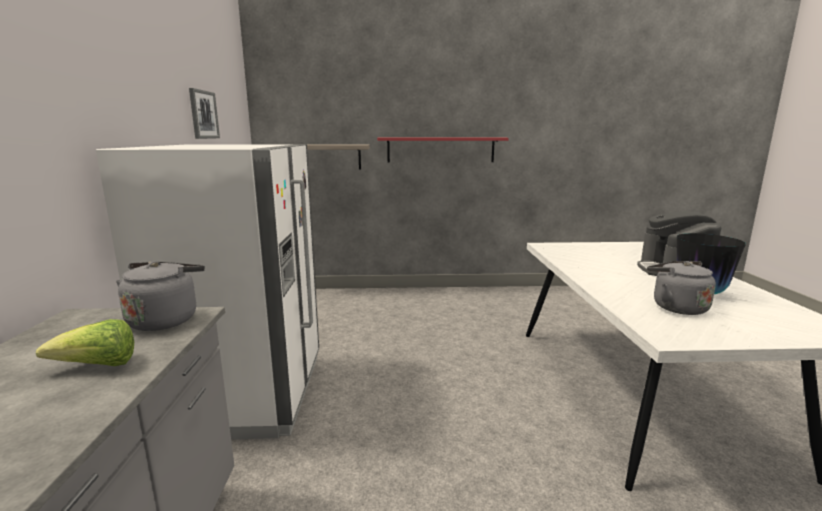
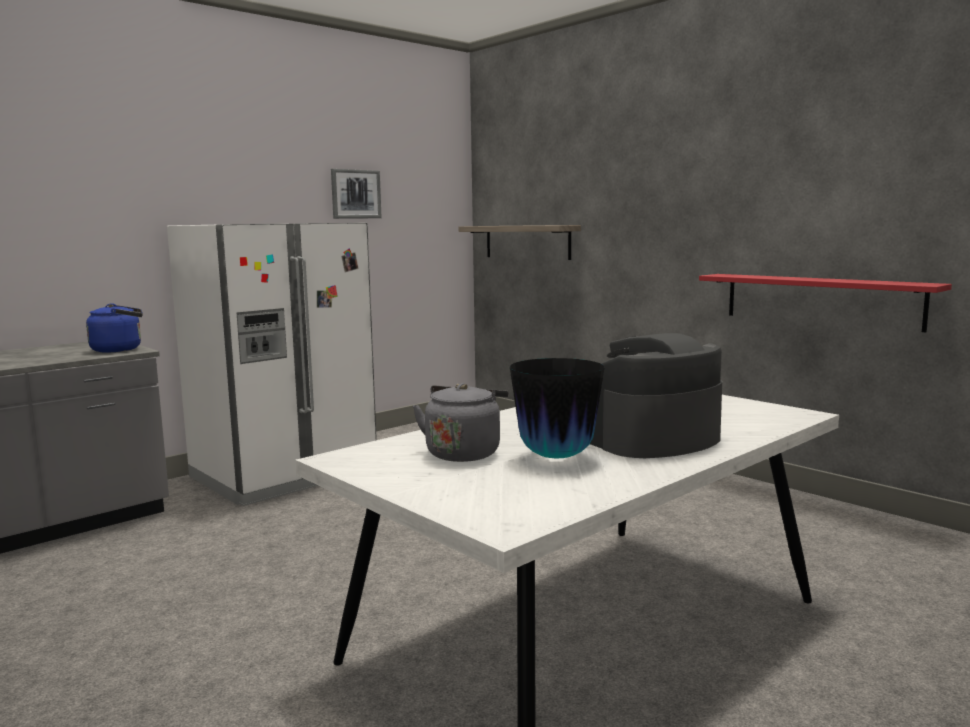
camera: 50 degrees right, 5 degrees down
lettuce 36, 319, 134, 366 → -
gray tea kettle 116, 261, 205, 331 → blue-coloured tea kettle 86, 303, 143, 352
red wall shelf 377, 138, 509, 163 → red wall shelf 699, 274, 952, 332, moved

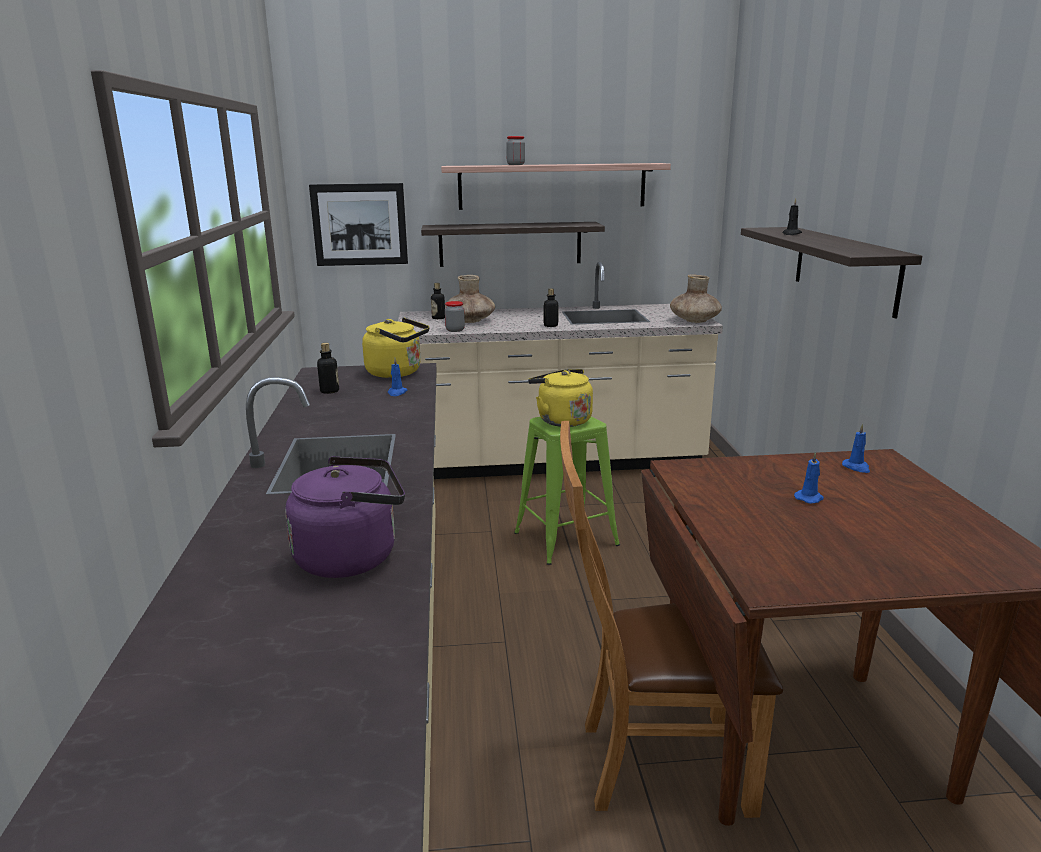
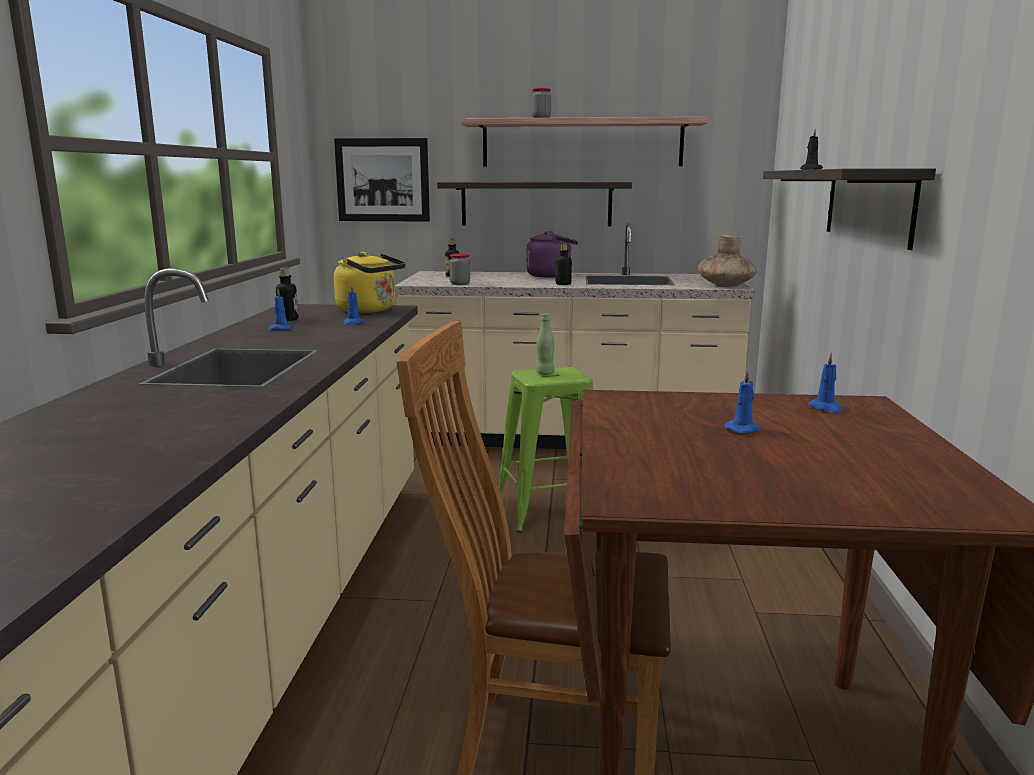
camera: 10 degrees right, 5 degrees down
purple-coloured tea kettle 285, 456, 405, 578 → purple-coloured tea kettle 526, 231, 578, 278, moved
brown-coloured flower vase 445, 275, 495, 323 → -
yellowish tea kettle 528, 369, 593, 427 → green beverage bottle 536, 313, 555, 374
- → blue-coloured candle 268, 289, 294, 330

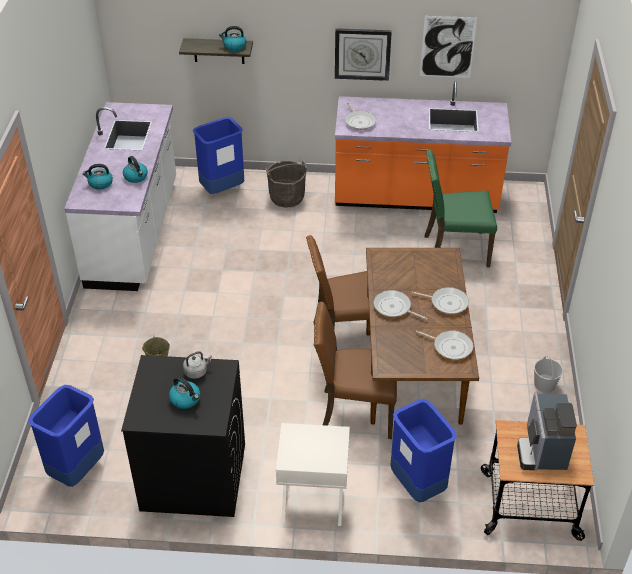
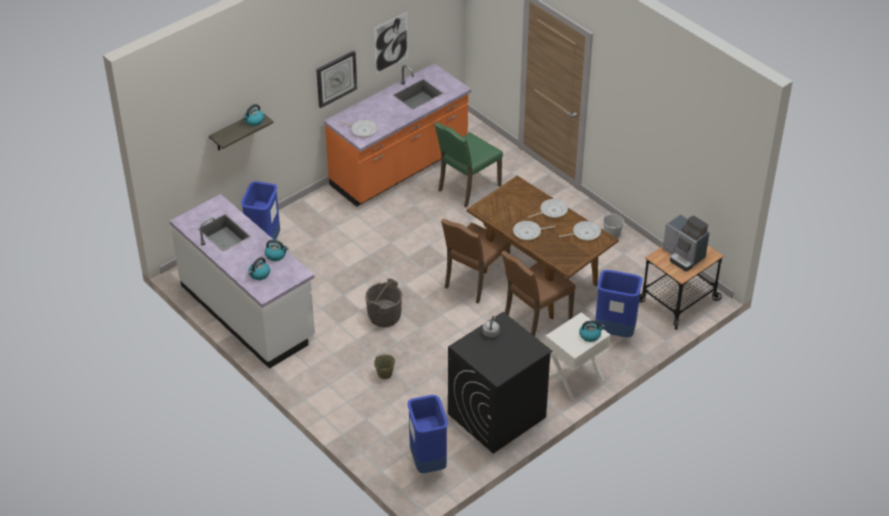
camera: 45 degrees left, 0 degrees up
tea kettle 169, 377, 200, 409 → tea kettle 579, 320, 605, 342, moved
gray water bucket 265, 160, 307, 208 → gray water bucket 365, 278, 402, 327, moved

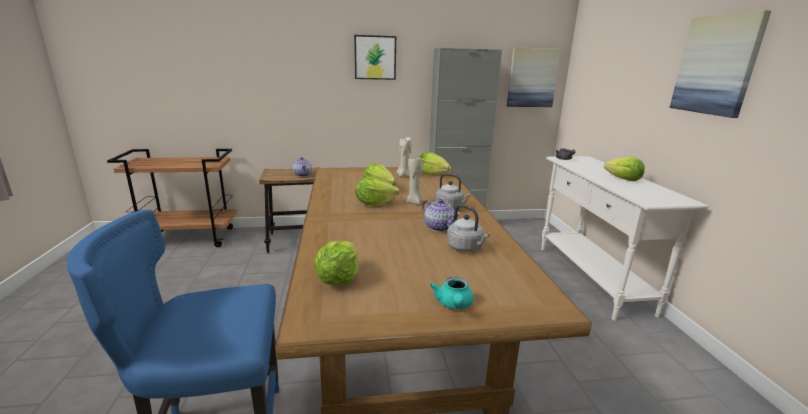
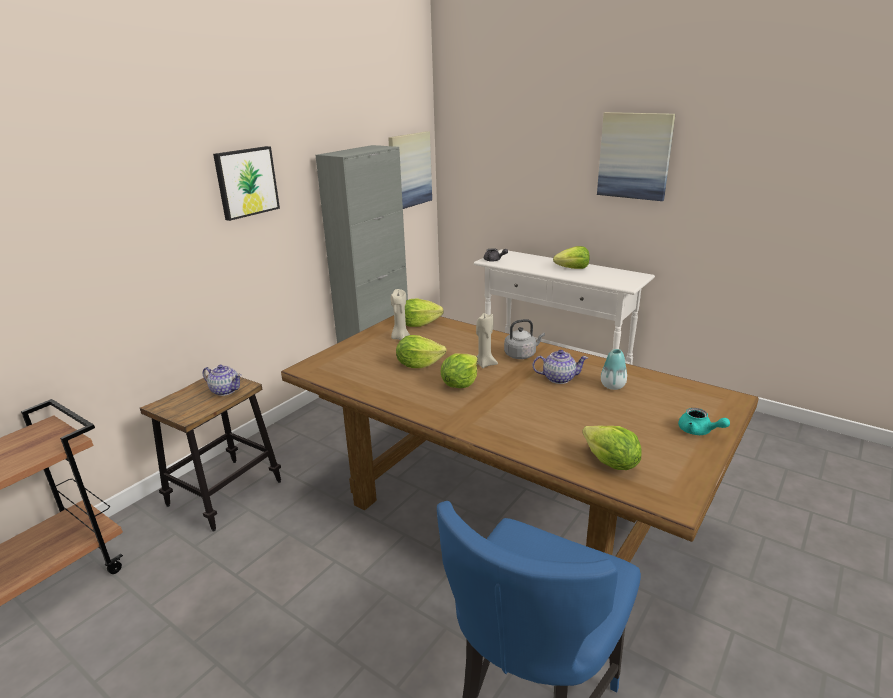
camera: 45 degrees left, 5 degrees up
gray tea kettle 447, 204, 490, 252 → flower vase 601, 349, 627, 390

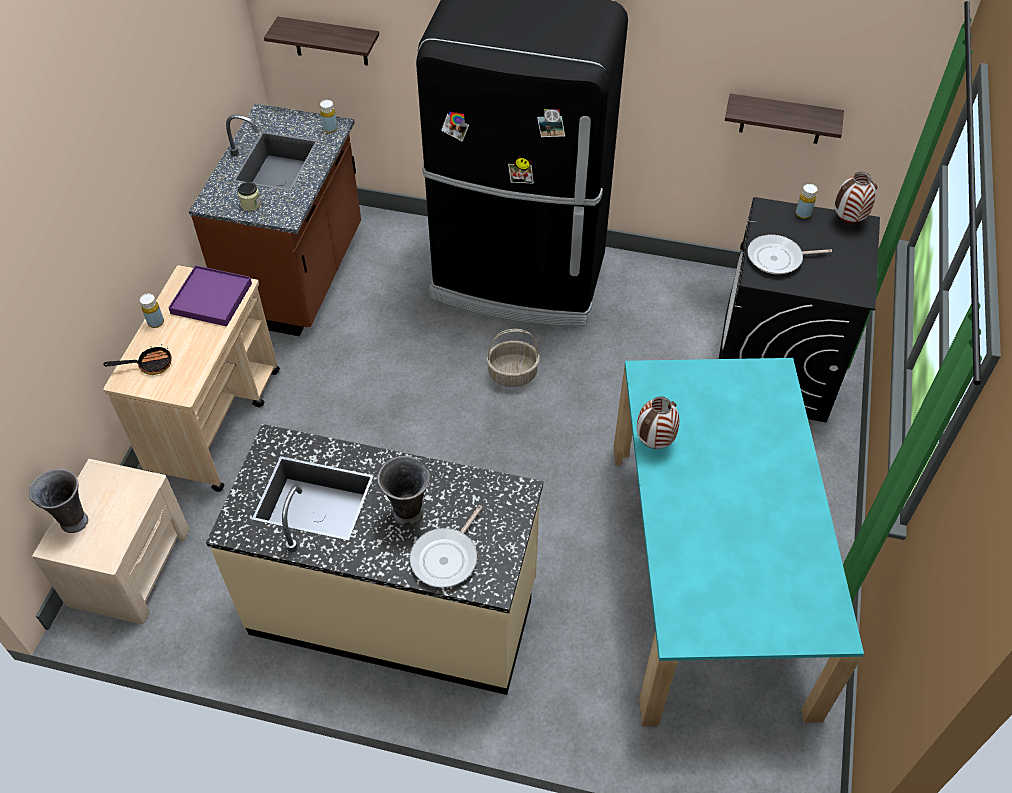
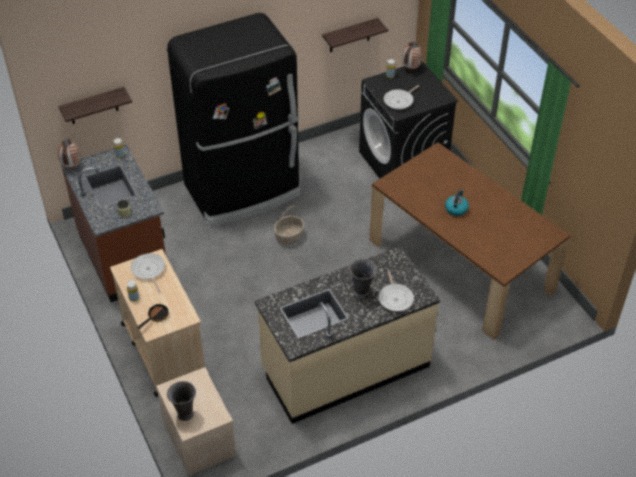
camera: 40 degrees left, 5 degrees down
purple-coloured tray 168, 265, 252, 326 → pan 131, 253, 165, 292
turquoise dinner table 614, 358, 864, 726 → brown-coloured dinner table 369, 142, 570, 340
flower vase 637, 397, 679, 449 → flower vase 58, 139, 81, 169, moved
- → tea kettle 445, 190, 469, 216

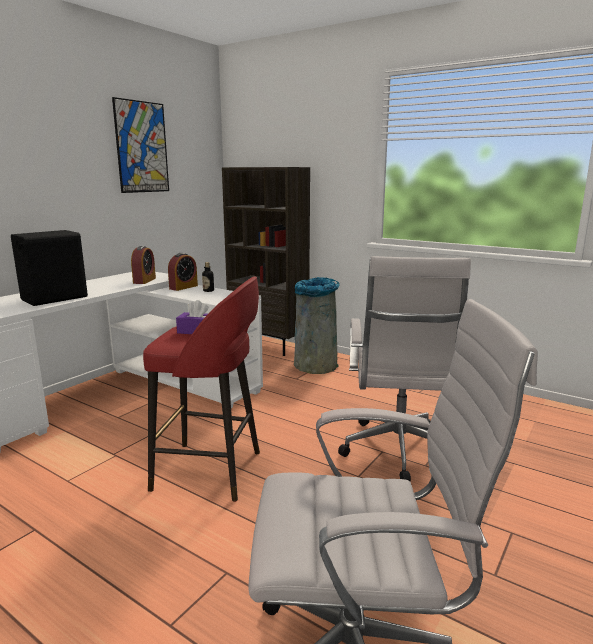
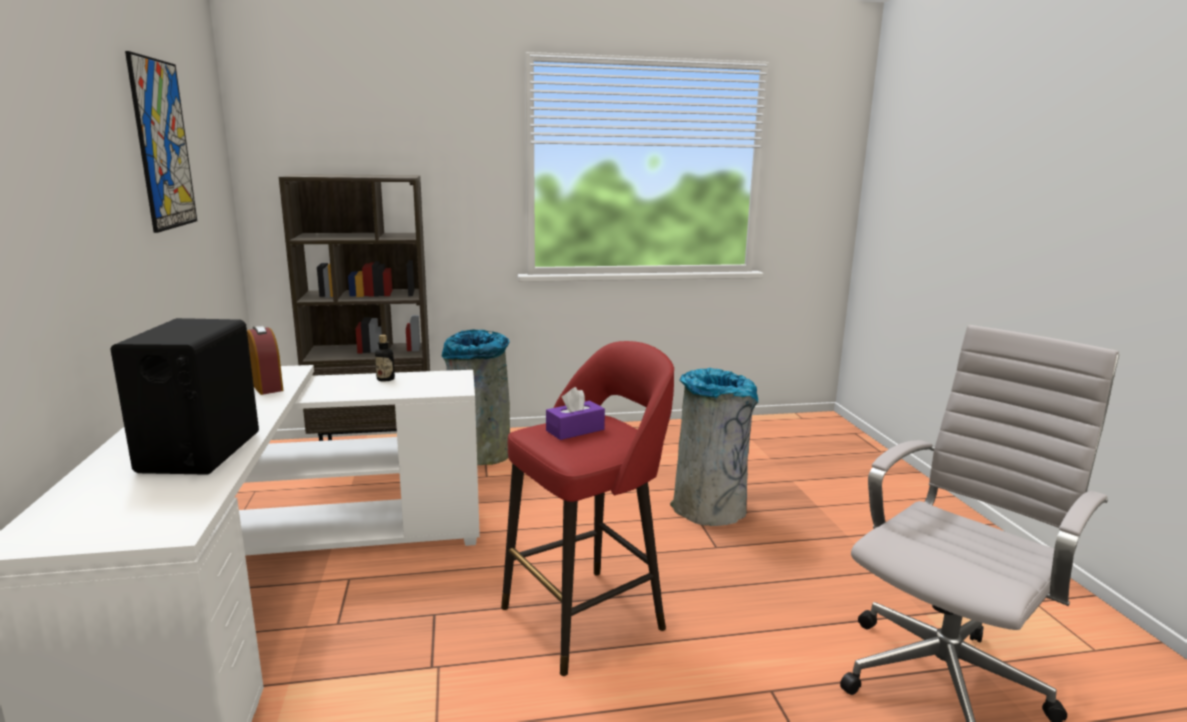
camera: 45 degrees left, 0 degrees up
bedside clock 168, 253, 198, 291 → -
white desk chair 338, 256, 471, 482 → gray rubbish bin 670, 368, 758, 526

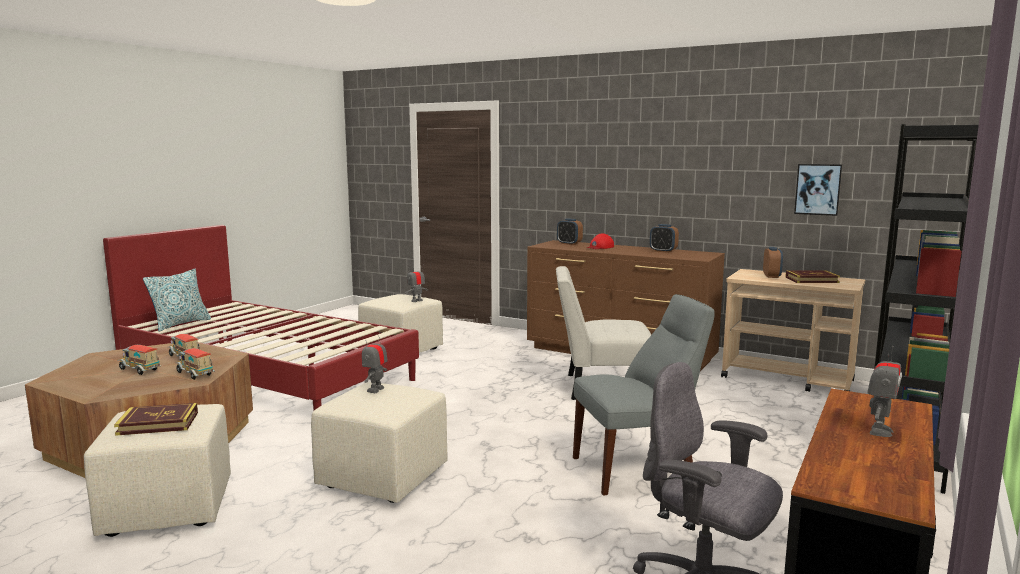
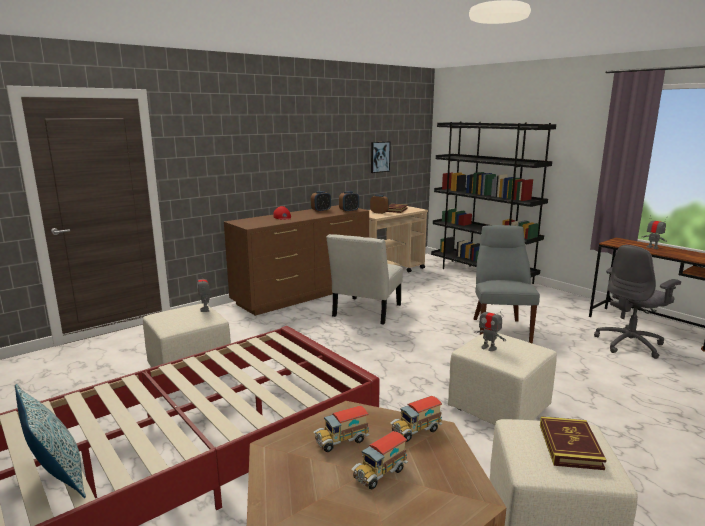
camera: 70 degrees left, 5 degrees up
bedside clock 557, 218, 583, 245 → bedside clock 339, 191, 359, 212, moved

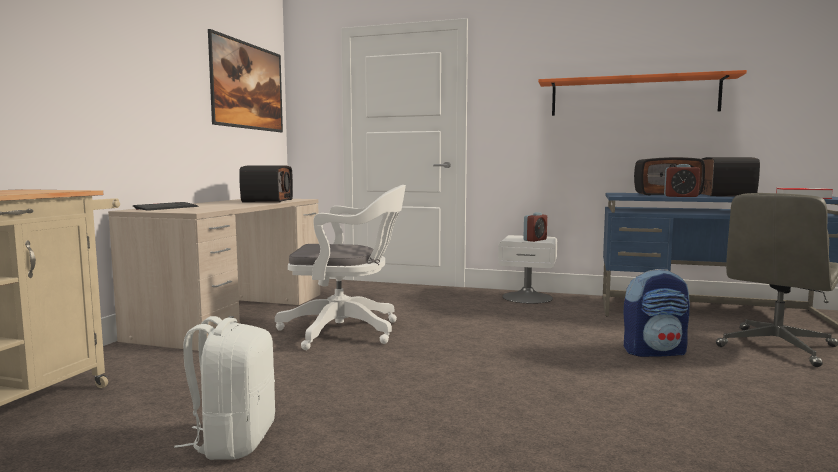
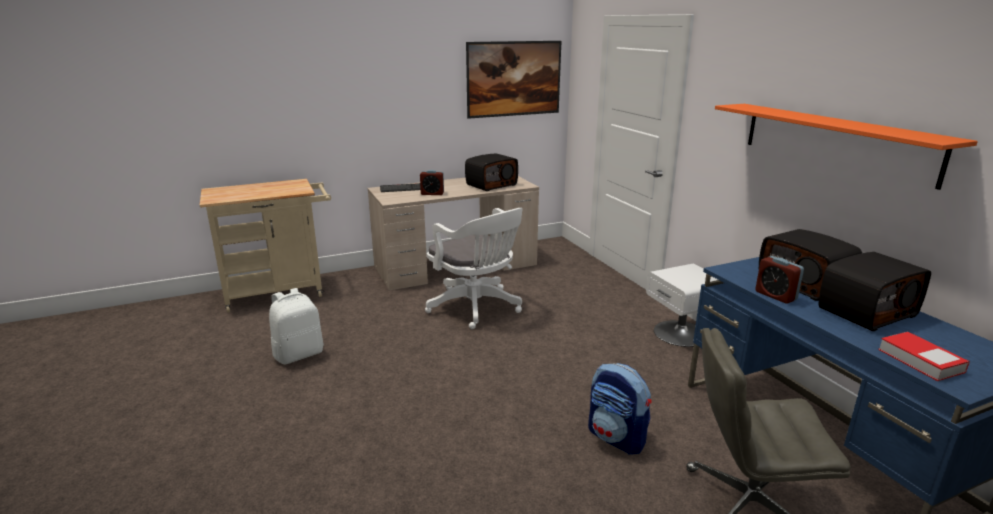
camera: 50 degrees right, 15 degrees up
bedside clock 523, 212, 547, 242 → bedside clock 420, 170, 444, 195, moved

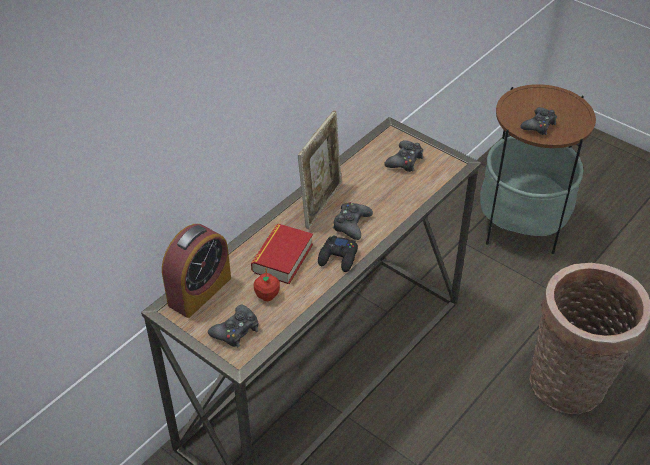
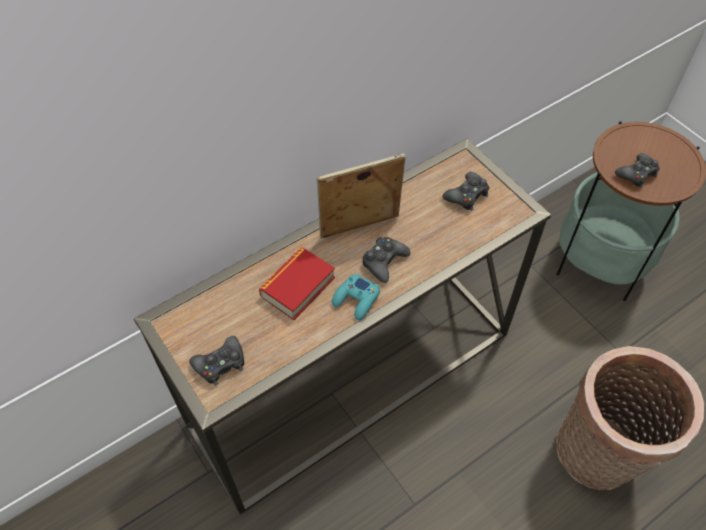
camera: 15 degrees right, 10 degrees up
bedside clock 162, 224, 231, 318 → -
apple 253, 267, 280, 301 → -
standing frame 298, 111, 342, 229 → standing frame 316, 153, 405, 239, 150 degrees counterclockwise
black-coloured game controller 318, 235, 358, 272 → turquoise game controller 332, 274, 380, 320

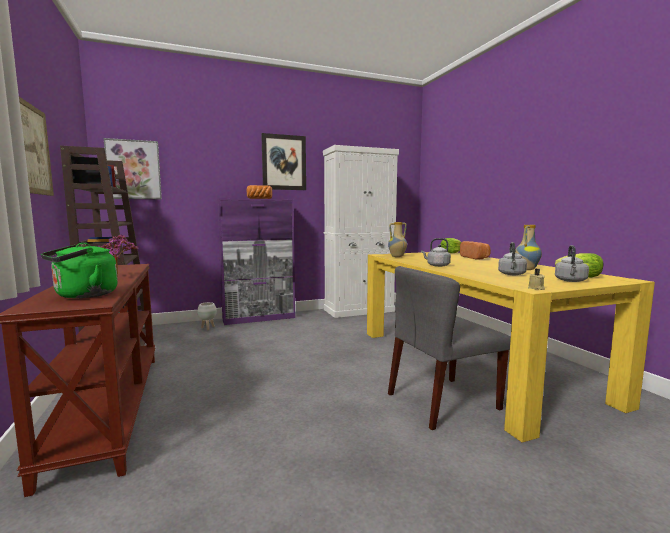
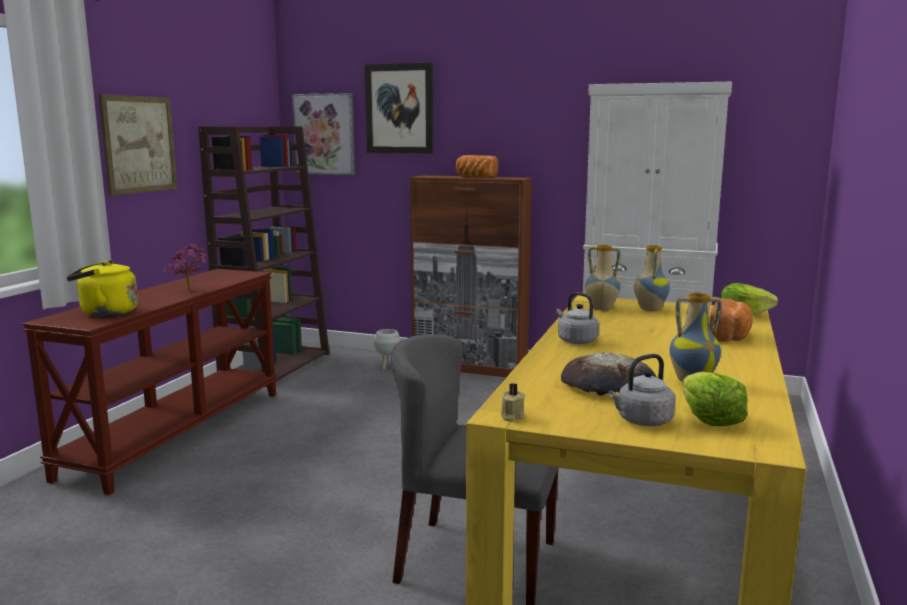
camera: 40 degrees right, 5 degrees up
green tea kettle 41, 243, 118, 298 → yellowish tea kettle 66, 260, 138, 317
purple-coloured storage cabinet 217, 198, 295, 325 → brown-coloured storage cabinet 410, 175, 532, 377
wall art 261, 133, 306, 190 → wall art 365, 63, 434, 154, moved
gray tea kettle 498, 242, 527, 275 → baked bread 561, 352, 657, 396
- → flower vase 634, 245, 670, 311

